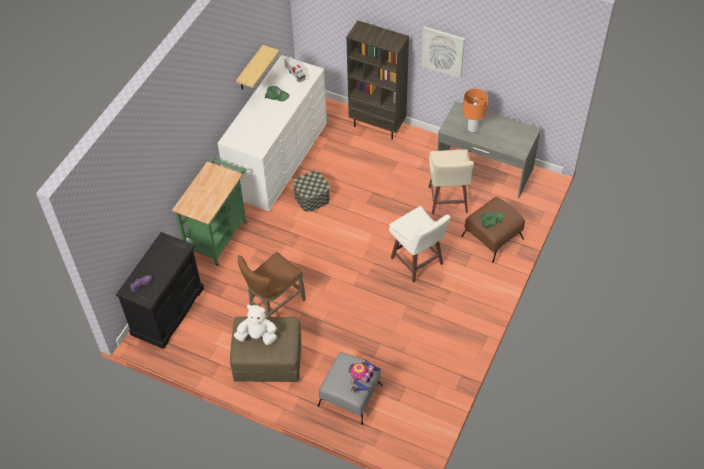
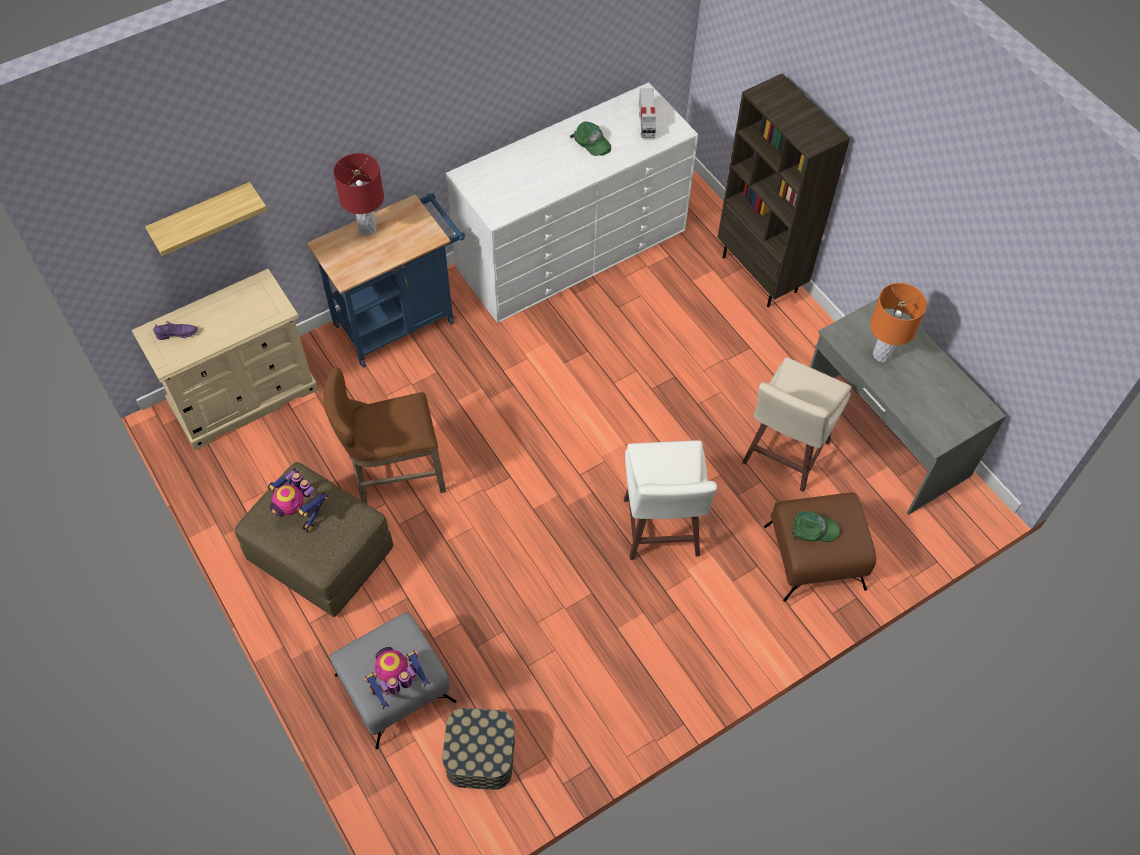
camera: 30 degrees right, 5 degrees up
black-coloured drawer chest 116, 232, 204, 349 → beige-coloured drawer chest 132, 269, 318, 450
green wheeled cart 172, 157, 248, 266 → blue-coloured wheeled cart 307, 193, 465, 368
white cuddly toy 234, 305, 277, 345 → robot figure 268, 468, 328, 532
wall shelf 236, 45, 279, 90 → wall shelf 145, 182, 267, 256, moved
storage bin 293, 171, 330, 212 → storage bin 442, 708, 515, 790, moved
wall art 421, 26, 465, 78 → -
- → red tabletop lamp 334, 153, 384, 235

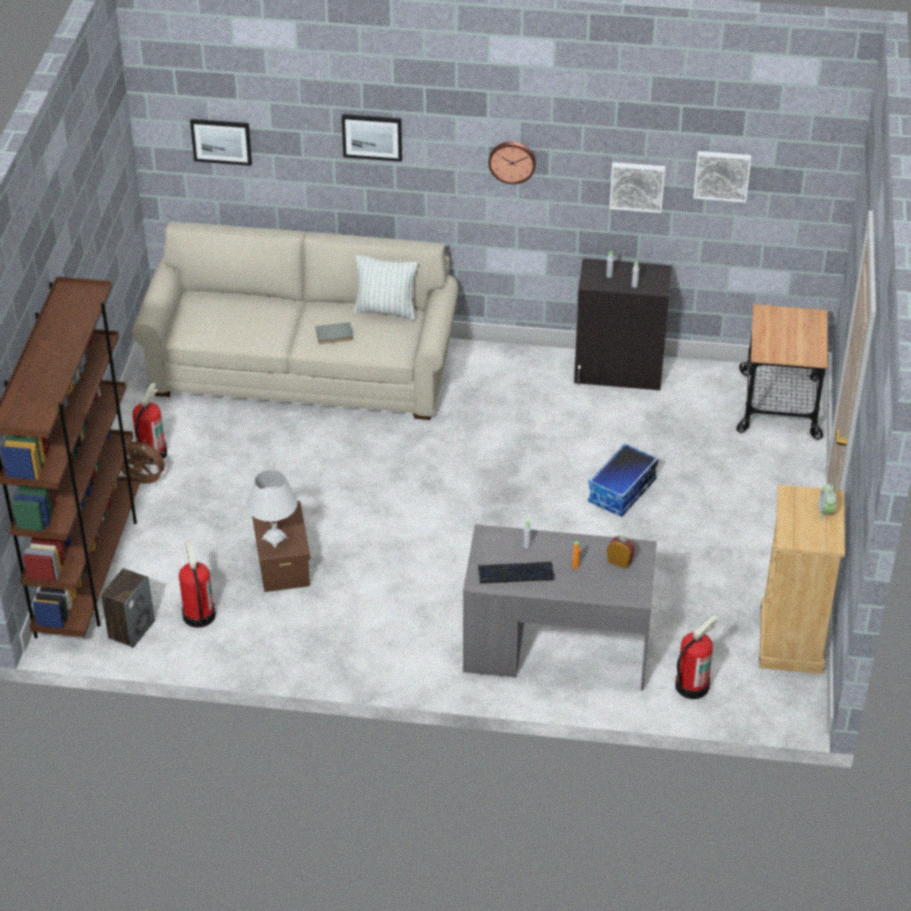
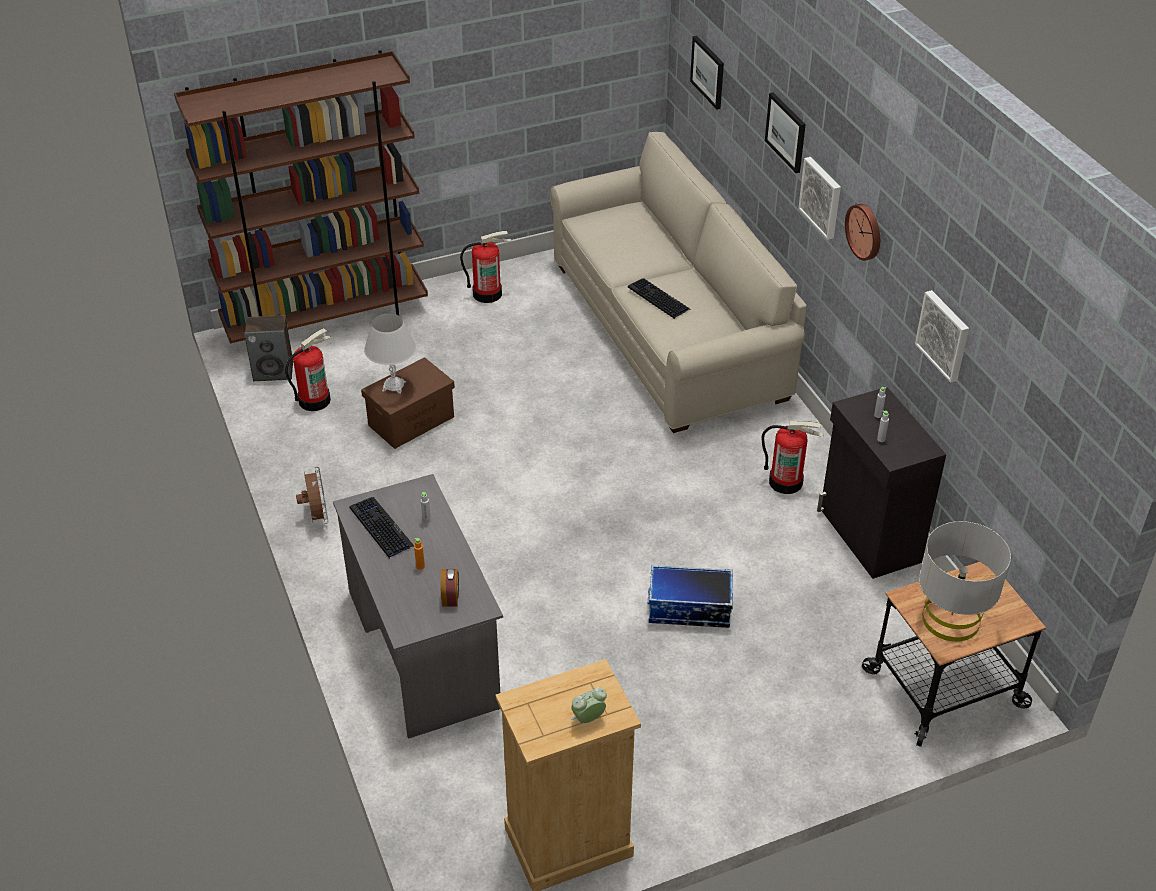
camera: 60 degrees right, 0 degrees up
brown-coloured cooling fan 121, 438, 169, 484 → brown-coloured cooling fan 296, 467, 329, 524, moved
gray volume 315, 322, 353, 344 → PC keyboard 628, 278, 690, 319
throw pillow 353, 256, 418, 320 → -
fire extinguisher 675, 614, 719, 699 → fire extinguisher 761, 421, 824, 494, moved
wall art 693, 151, 751, 203 → wall art 798, 157, 841, 240, moved
- → gray tabletop lamp 919, 521, 1011, 642

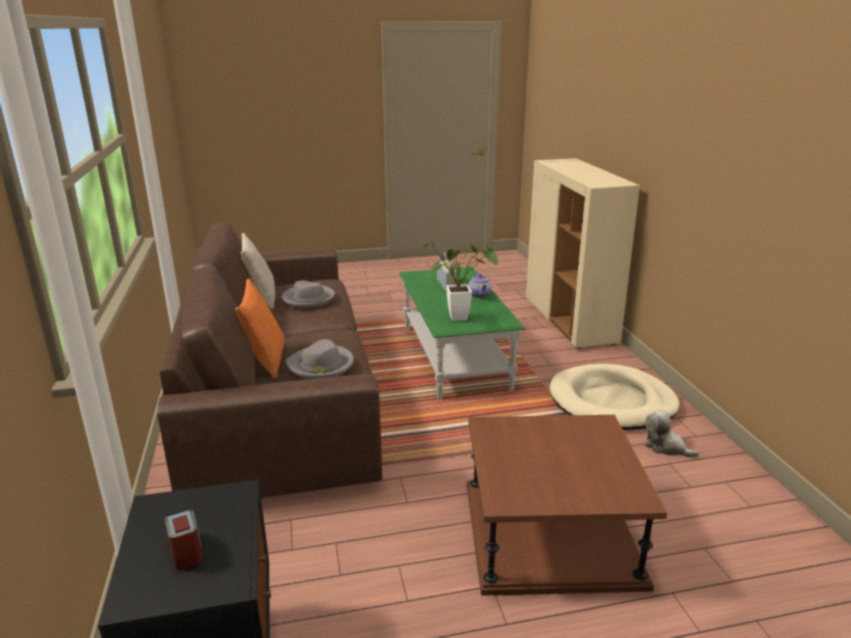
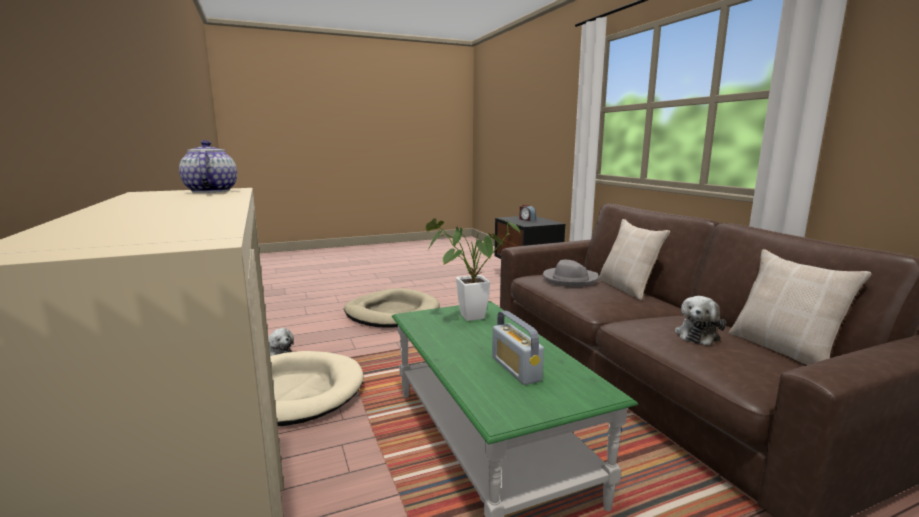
camera: 170 degrees right, 10 degrees down
orangey throw pillow 235, 279, 284, 378 → beige-coloured throw pillow 598, 219, 670, 300
gray wearable hat 282, 280, 335, 308 → cuddly toy 675, 296, 726, 346
brown-coloured end table 467, 415, 667, 596 → beige-coloured dog bed 344, 289, 440, 328
teapot 468, 273, 492, 298 → teapot 179, 140, 237, 193, moved

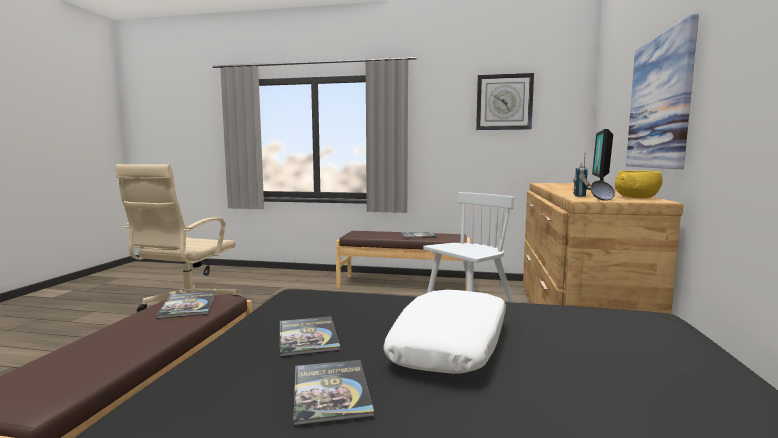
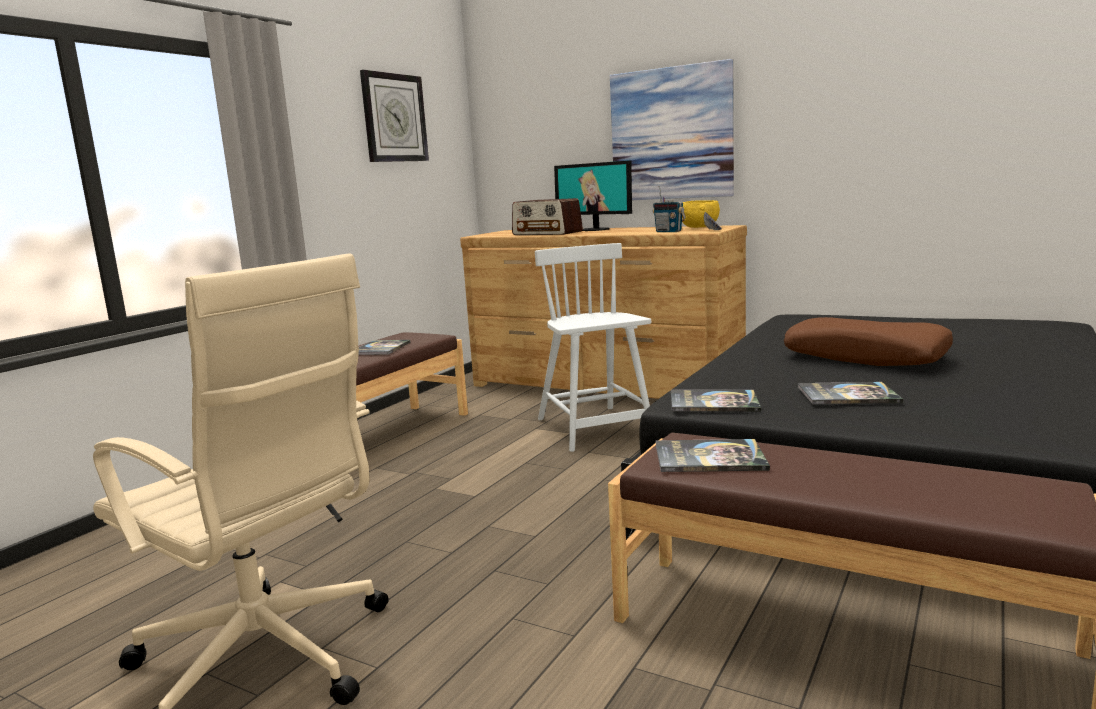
camera: 70 degrees left, 5 degrees up
volume 293, 360, 374, 426 → volume 671, 390, 761, 412, moved
white throw pillow 383, 290, 506, 374 → brown-coloured throw pillow 784, 317, 953, 366
- → radio set 512, 198, 583, 235

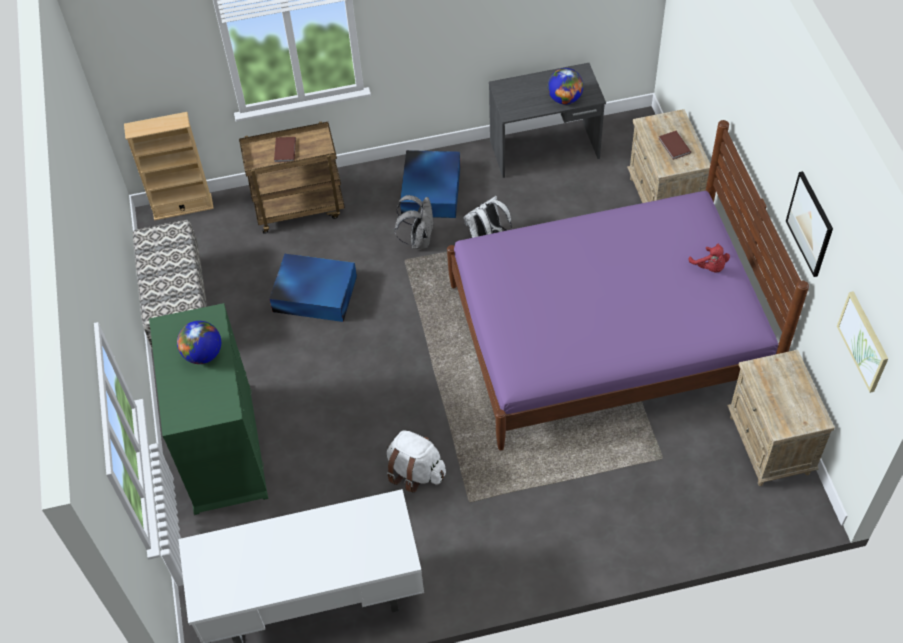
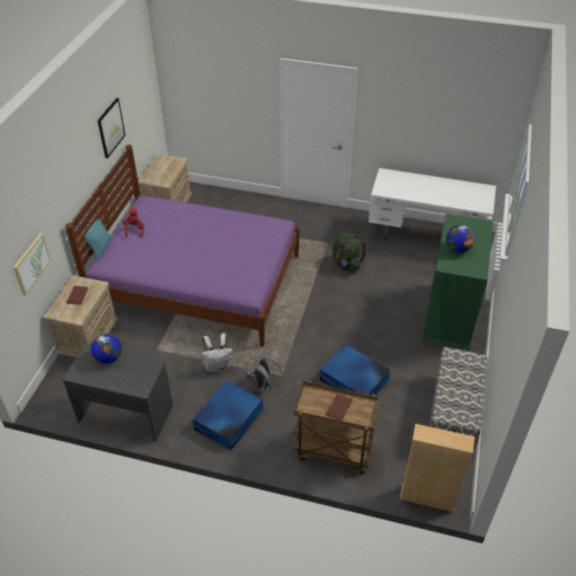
camera: 155 degrees left, 10 degrees down
white backpack 387, 430, 446, 493 → green backpack 333, 233, 366, 273
wall art 837, 291, 888, 393 → wall art 13, 233, 51, 295, moved
- → turquoise throw pillow 84, 213, 112, 261

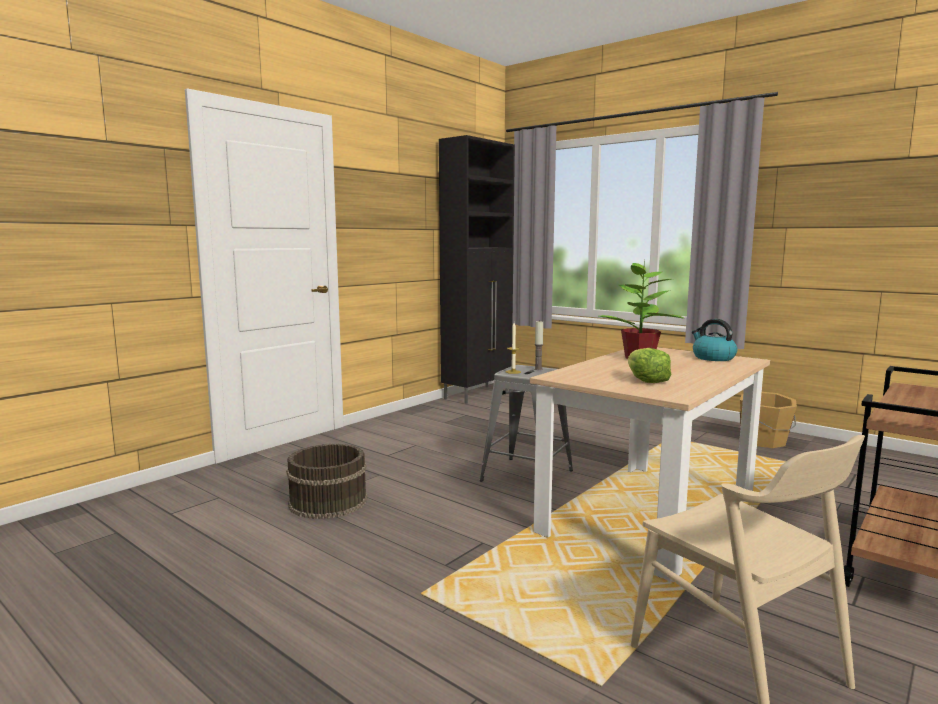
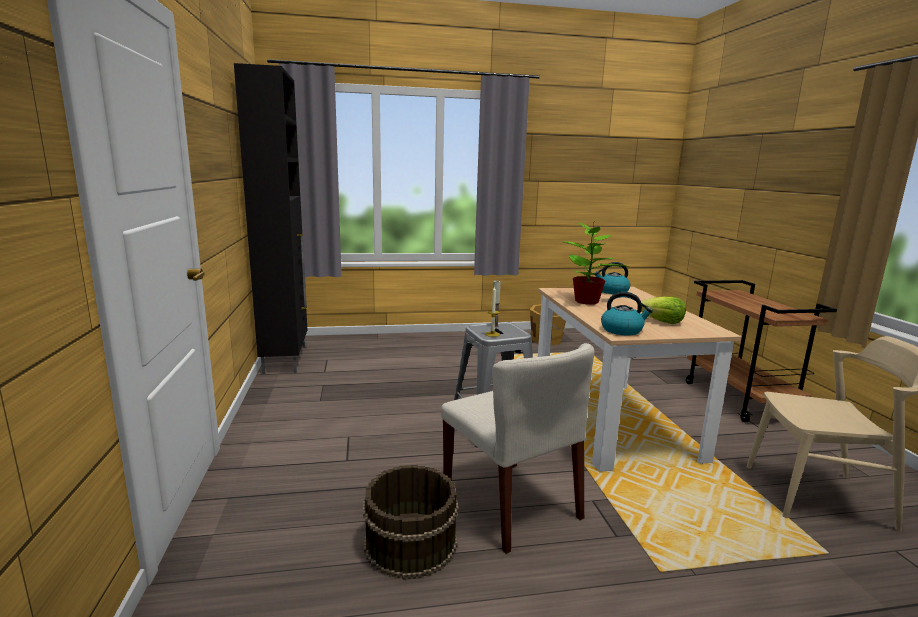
camera: 50 degrees left, 5 degrees up
- → beige-coloured plain chair 441, 343, 594, 554
- → tea kettle 601, 292, 653, 335

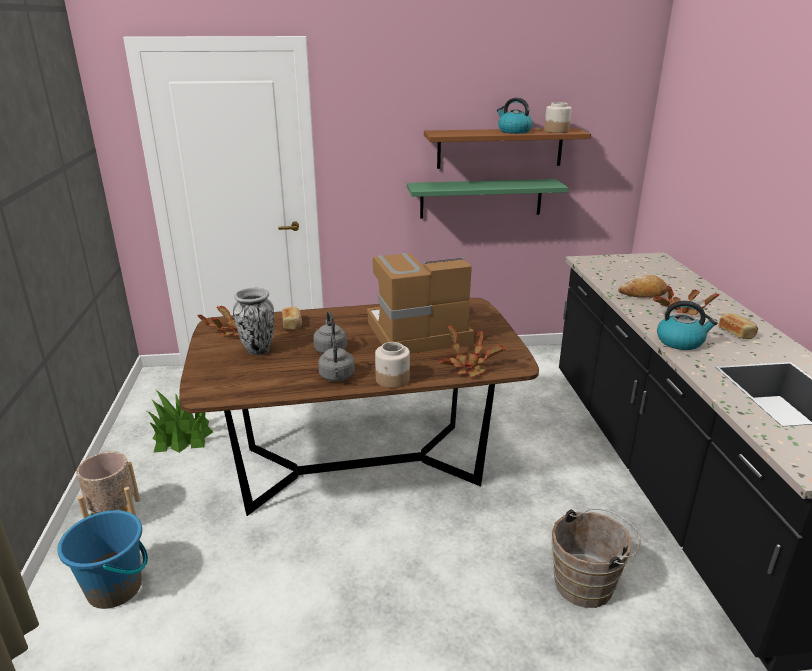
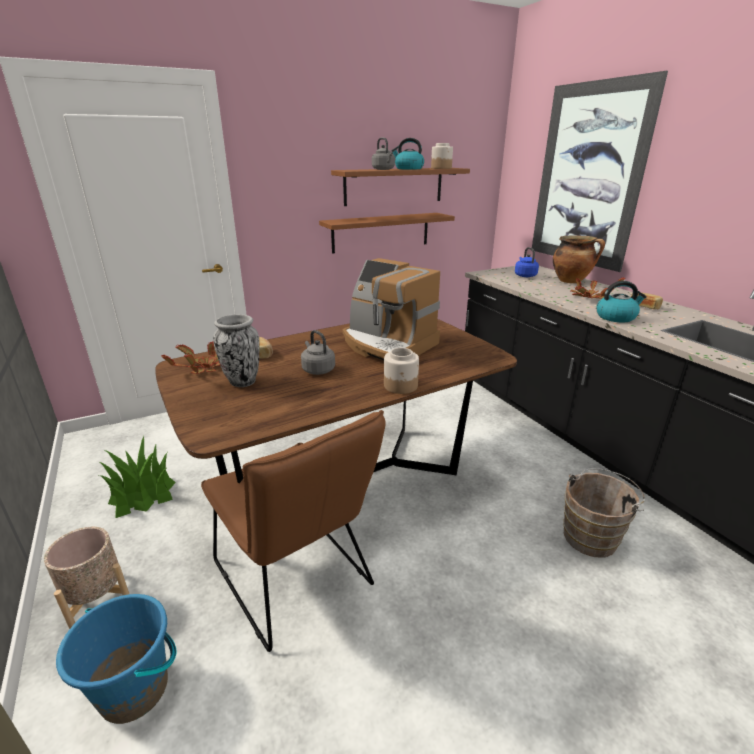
camera: 20 degrees left, 0 degrees up
gray tea kettle 318, 334, 354, 381 → gray tea kettle 372, 138, 395, 170, moved
coffee maker 367, 253, 474, 354 → coffee maker 343, 258, 440, 360, 105 degrees counterclockwise
green wall shelf 407, 179, 568, 219 → brown-coloured wall shelf 319, 213, 455, 254
potted plant 438, 325, 506, 378 → -
baked bread 618, 275, 667, 298 → -
- → brown-coloured plain chair 201, 410, 385, 652
- → blue-coloured tea kettle 515, 247, 539, 277
- → wall art 532, 71, 668, 272
- → cooking pot 553, 235, 605, 283

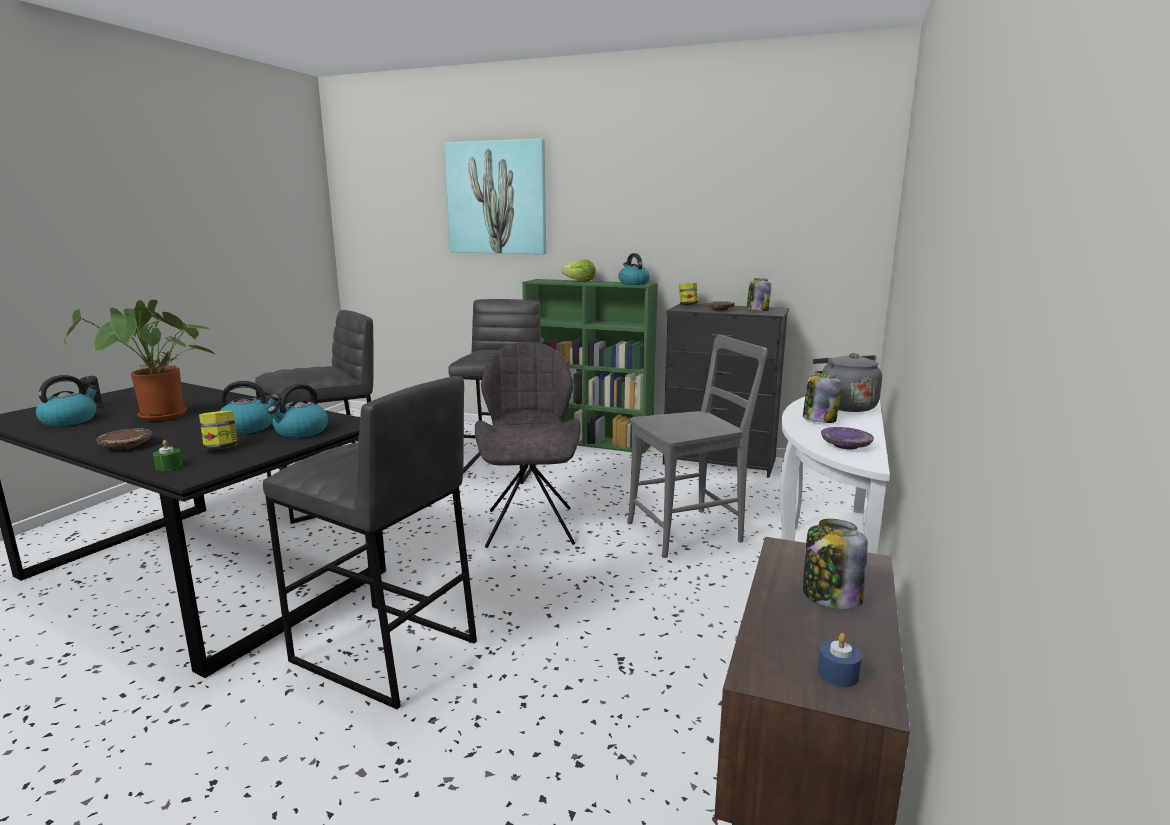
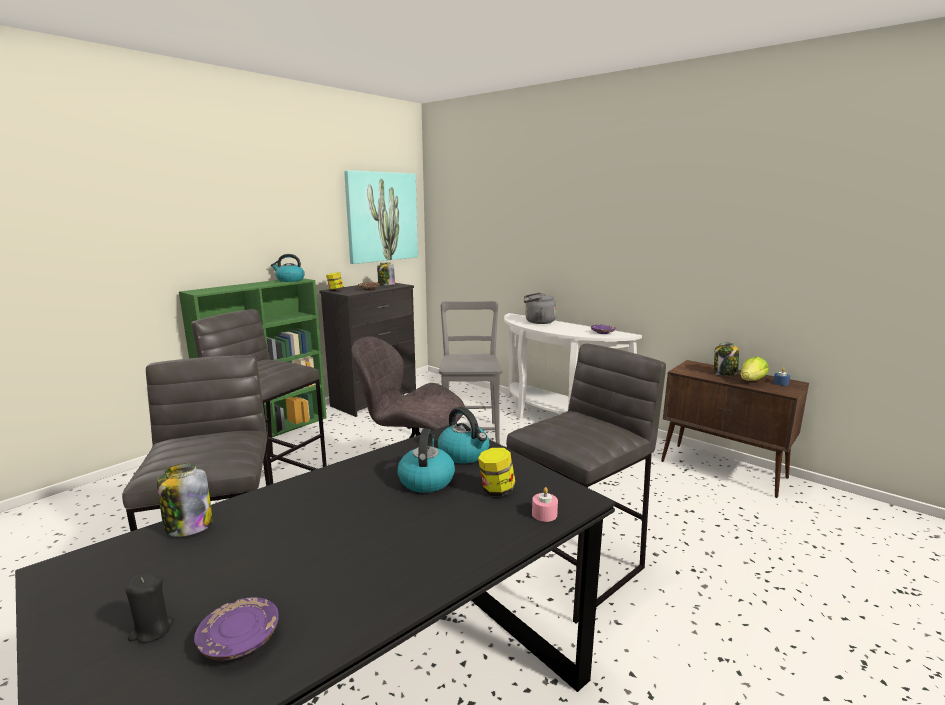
camera: 70 degrees left, 0 degrees up
tea kettle 36, 375, 98, 426 → purple-coloured dinner plate 194, 597, 279, 660
potted plant 64, 300, 217, 421 → -
brown-coloured dinner plate 96, 428, 152, 450 → -
green candle 153, 440, 183, 471 → pink-coloured candle 532, 487, 558, 522
wall art 444, 138, 546, 254 → wall art 344, 170, 418, 264, moved
lettuce 562, 260, 596, 282 → lettuce 740, 356, 769, 381, moved
storage jar 803, 371, 842, 423 → storage jar 157, 463, 213, 537, moved

